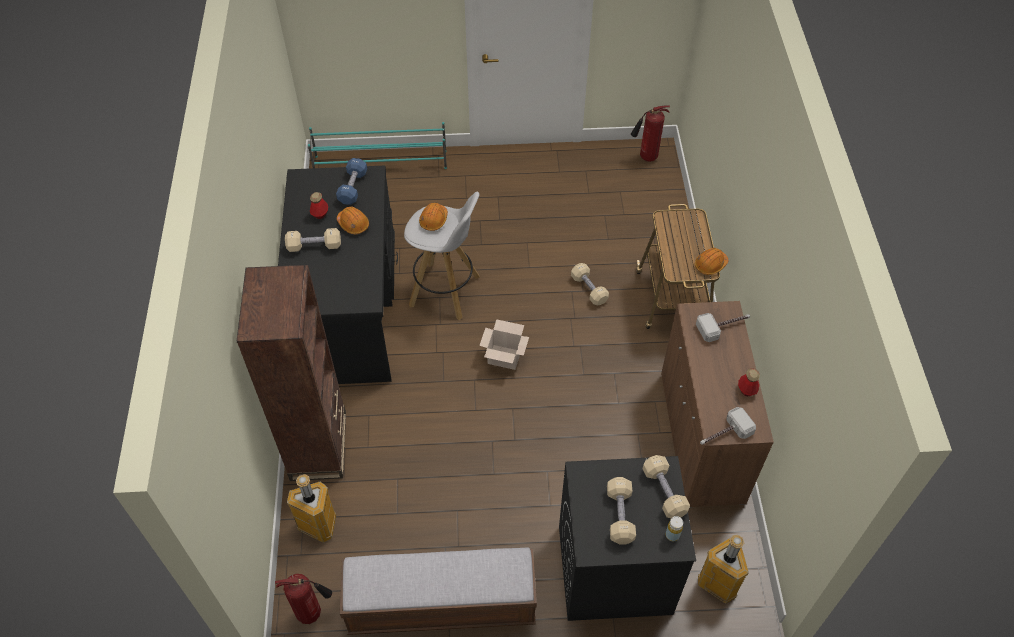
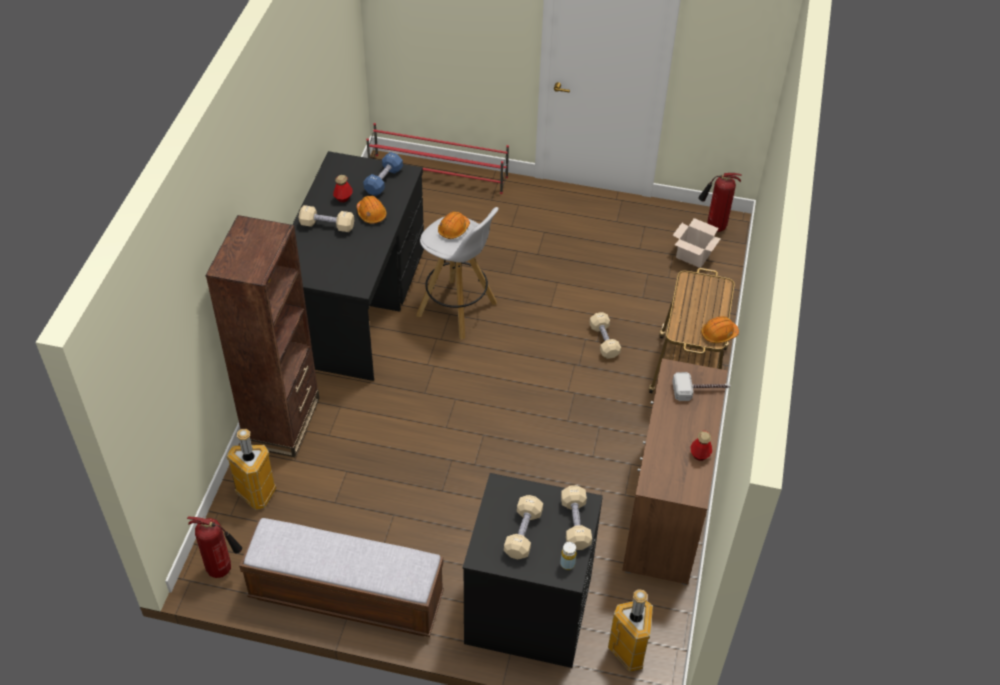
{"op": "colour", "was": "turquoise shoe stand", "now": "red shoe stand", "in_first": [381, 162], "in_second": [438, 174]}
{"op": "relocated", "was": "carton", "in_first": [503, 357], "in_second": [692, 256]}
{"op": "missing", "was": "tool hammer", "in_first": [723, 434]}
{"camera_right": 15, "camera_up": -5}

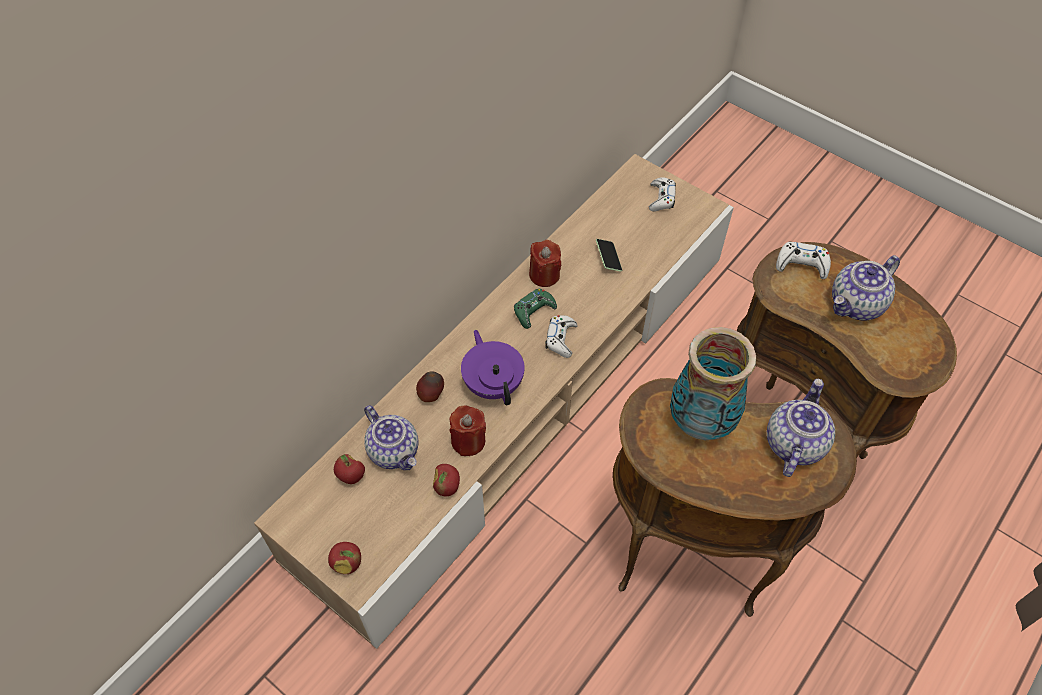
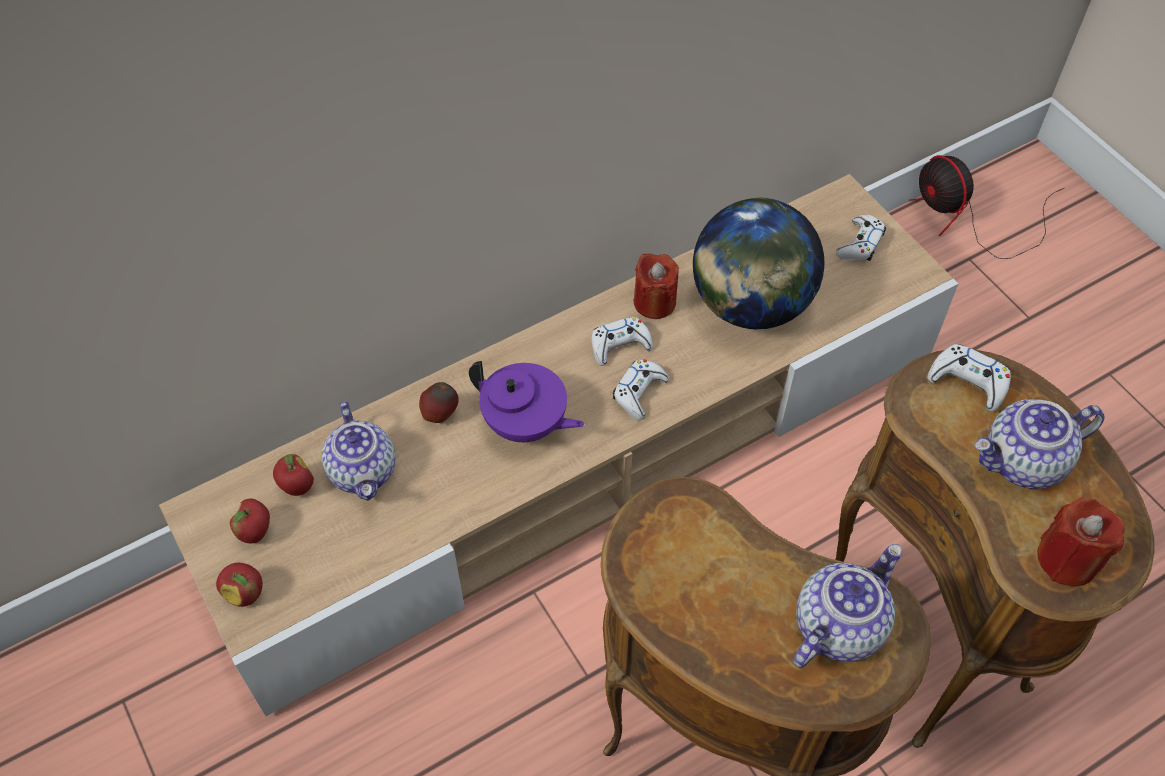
{"op": "relocated", "was": "apple", "in_first": [447, 487], "in_second": [255, 532]}
{"op": "relocated", "was": "red wax light", "in_first": [468, 441], "in_second": [1067, 559]}
{"op": "spun", "was": "purple teapot", "in_first": [493, 384], "in_second": [525, 424], "clockwise": 120}
{"op": "colour", "was": "green-coloured joypad", "now": "white joypad", "in_first": [534, 311], "in_second": [619, 345]}
{"op": "exchanged", "was": "handset", "now": "world globe", "in_first": [608, 259], "in_second": [750, 305]}
{"op": "missing", "was": "vase", "in_first": [701, 423]}
{"op": "appeared", "now": "fan", "in_second": [967, 219]}
{"camera_right": 20, "camera_up": 0}

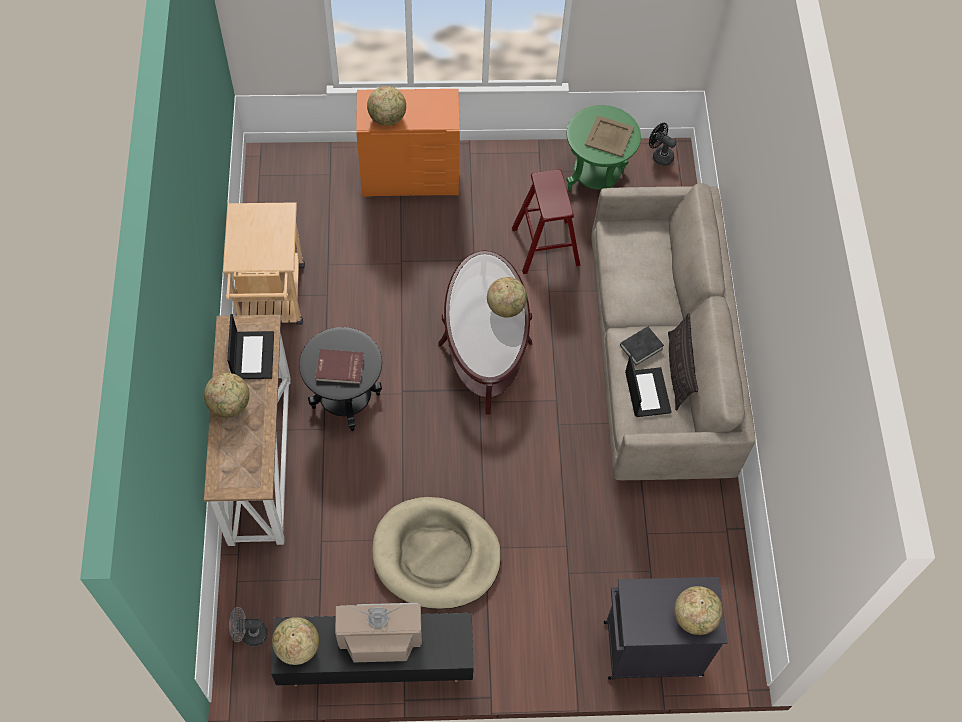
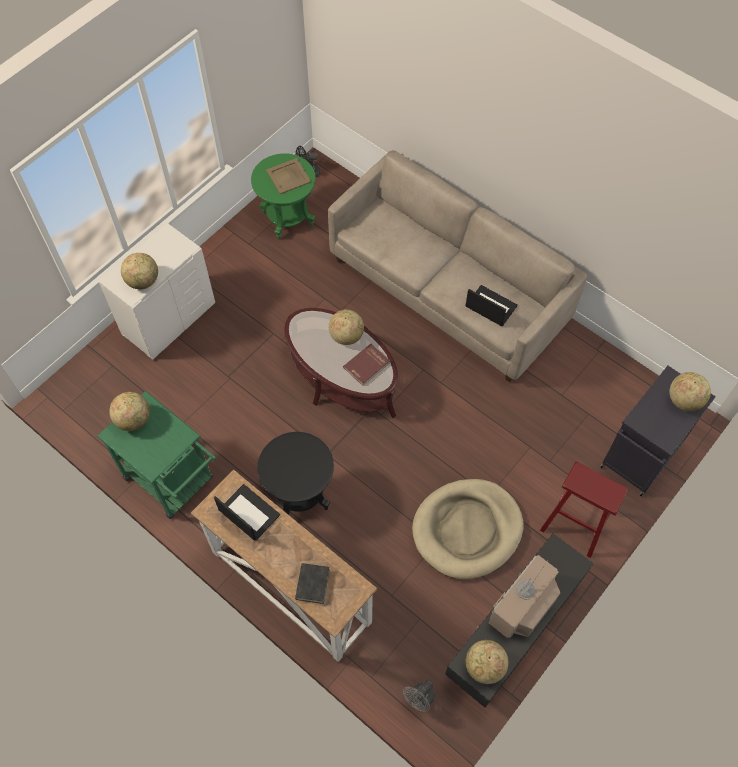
{"op": "relocated", "was": "world globe", "in_first": [230, 405], "in_second": [134, 419]}
{"op": "colour", "was": "beige-coloured cart", "now": "green-coloured cart", "in_first": [271, 302], "in_second": [174, 482]}
{"op": "relocated", "was": "red bound book", "in_first": [340, 368], "in_second": [367, 366]}
{"op": "colour", "was": "orange-coloured dresser", "now": "white dresser", "in_first": [410, 175], "in_second": [168, 318]}
{"op": "relocated", "was": "red stool", "in_first": [545, 246], "in_second": [577, 520]}
{"op": "relocated", "was": "blackish bound book", "in_first": [641, 347], "in_second": [312, 584]}
{"op": "missing", "was": "pillow", "in_first": [678, 371]}
{"camera_right": -45, "camera_up": 0}

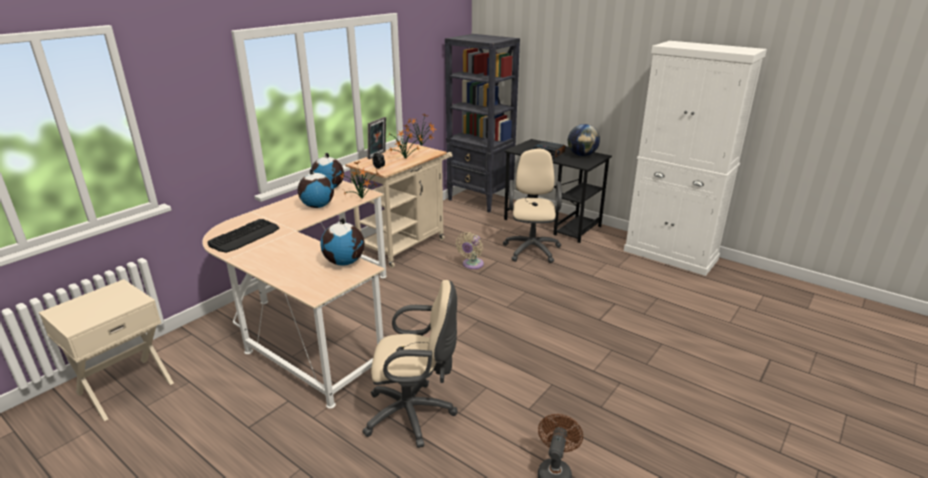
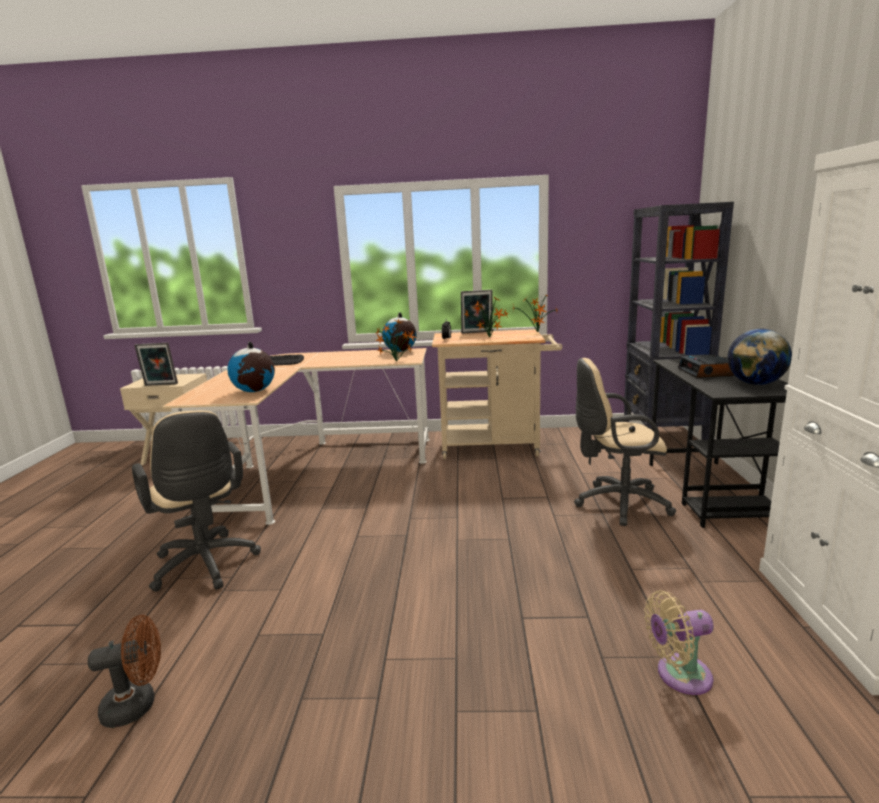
{"op": "missing", "was": "world globe", "in_first": [317, 206]}
{"op": "relocated", "was": "beige-coloured fan", "in_first": [472, 265], "in_second": [678, 675]}
{"op": "spun", "was": "beige-coloured office chair", "in_first": [532, 248], "in_second": [617, 504], "clockwise": -150}
{"op": "appeared", "now": "standing frame", "in_second": [160, 385]}
{"camera_right": 55, "camera_up": -10}

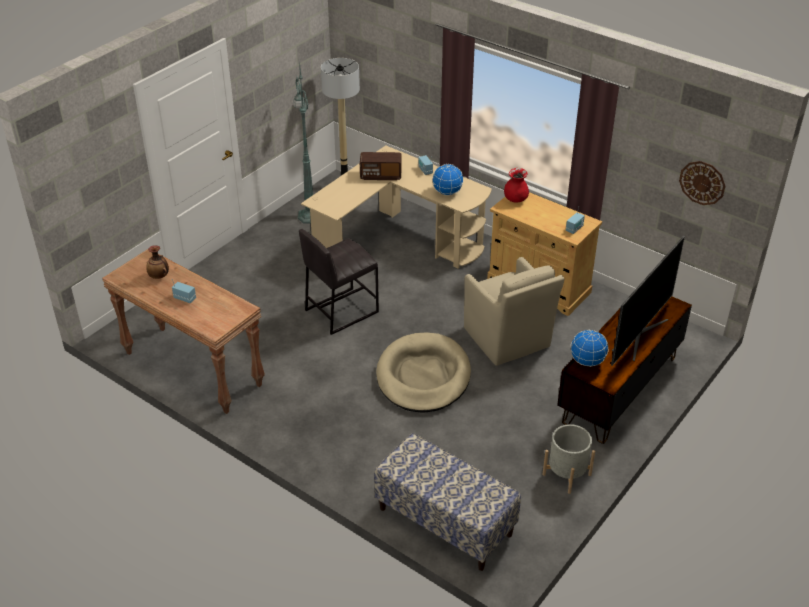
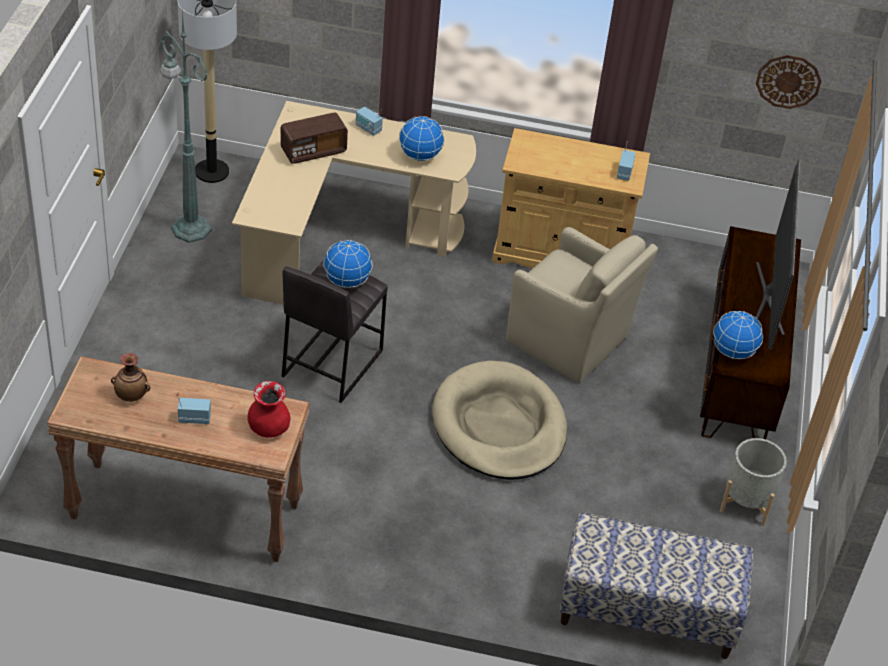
{"op": "relocated", "was": "red vase", "in_first": [515, 199], "in_second": [268, 428]}
{"op": "appeared", "now": "world globe", "in_second": [346, 281]}
{"camera_right": -30, "camera_up": 5}

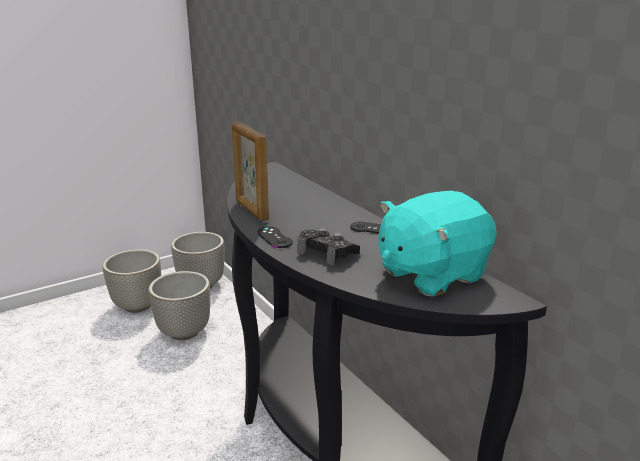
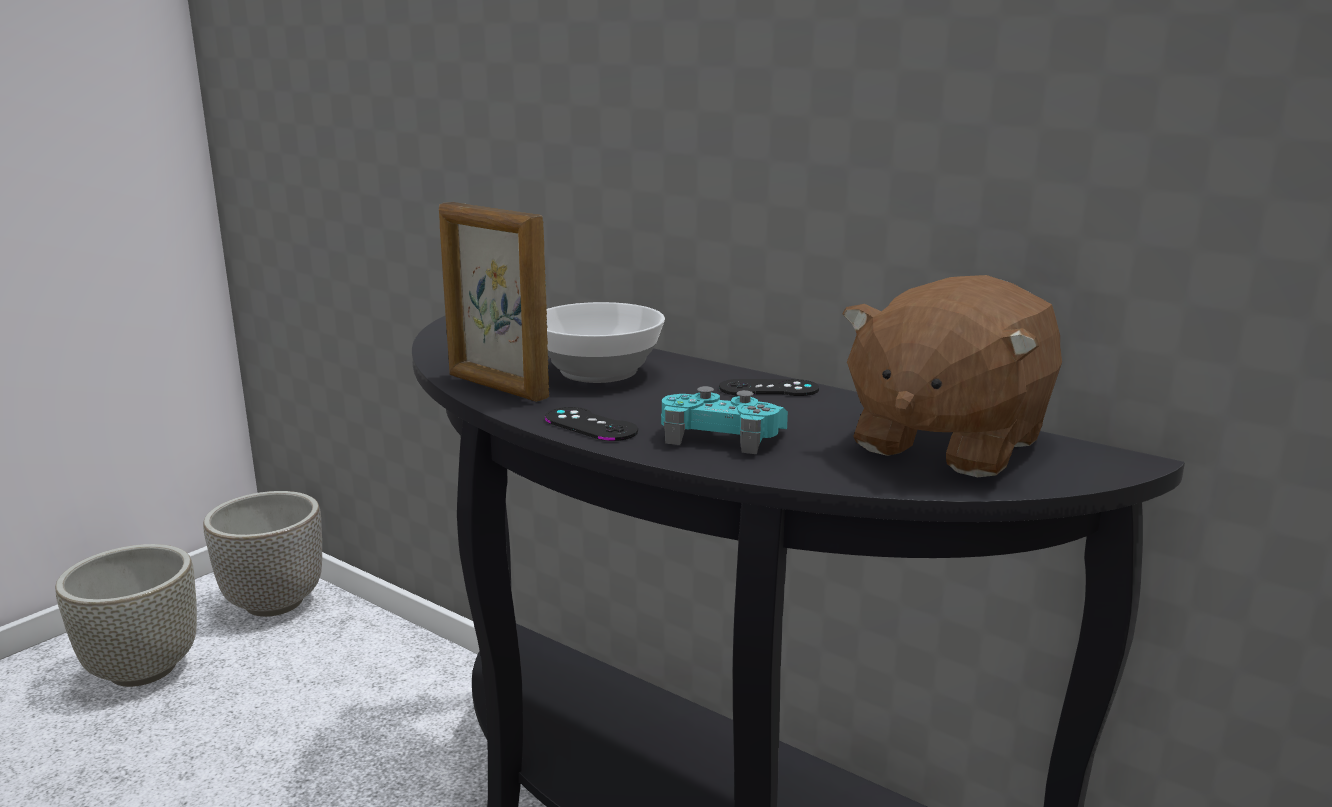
{"op": "missing", "was": "plant pot", "in_first": [185, 332]}
{"op": "colour", "was": "blackish joypad", "now": "turquoise joypad", "in_first": [327, 253], "in_second": [722, 436]}
{"op": "colour", "was": "turquoise soft toy", "now": "brownish soft toy", "in_first": [431, 274], "in_second": [946, 442]}
{"op": "appeared", "now": "serving bowl", "in_second": [600, 371]}
{"camera_right": -20, "camera_up": -5}

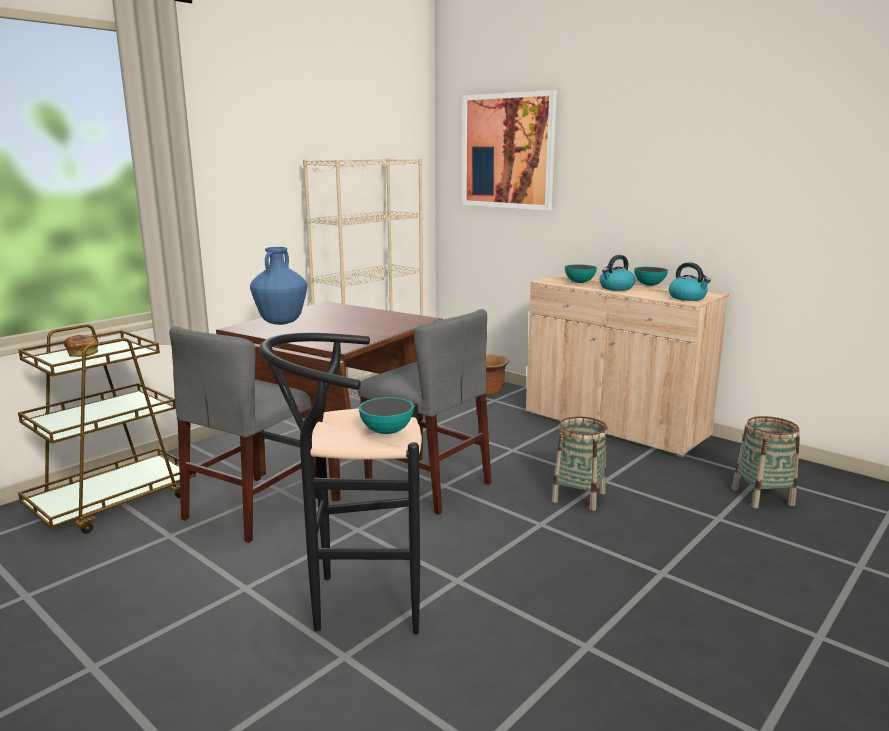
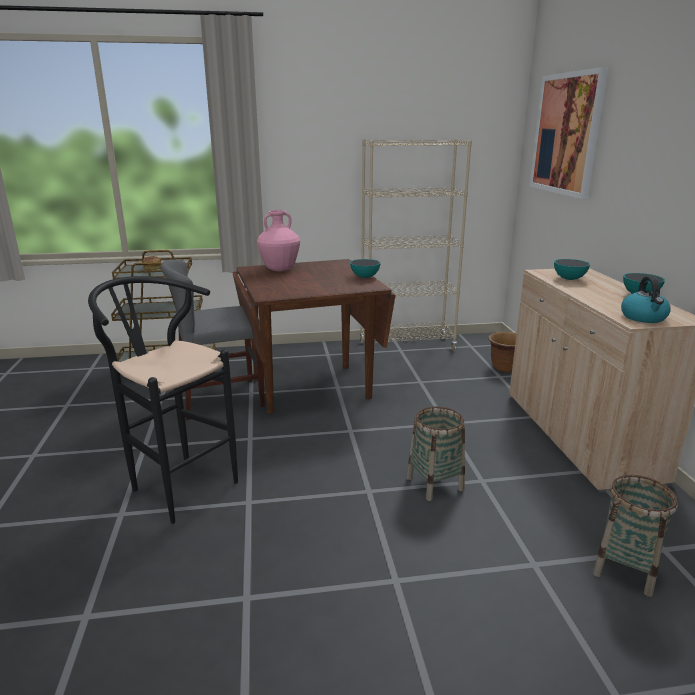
{"op": "colour", "was": "blue vase", "now": "pink vase", "in_first": [281, 322], "in_second": [280, 270]}
{"op": "missing", "was": "grey upright chair", "in_first": [427, 483]}
{"op": "relocated", "was": "serving bowl", "in_first": [386, 432], "in_second": [365, 277]}
{"op": "missing", "was": "tea kettle", "in_first": [616, 288]}
{"camera_right": 40, "camera_up": 5}

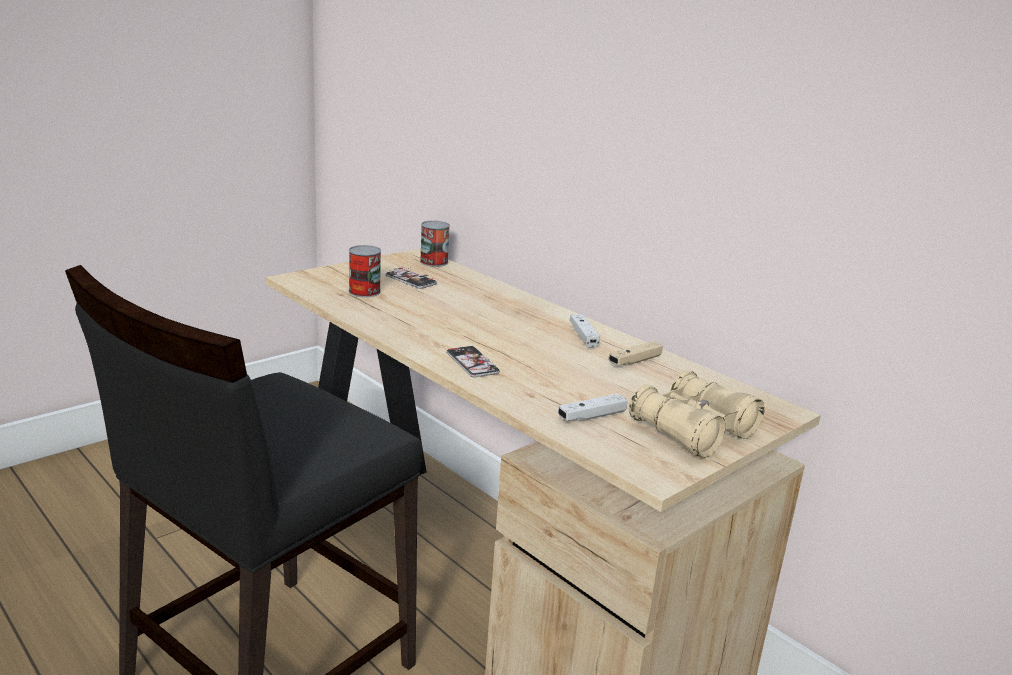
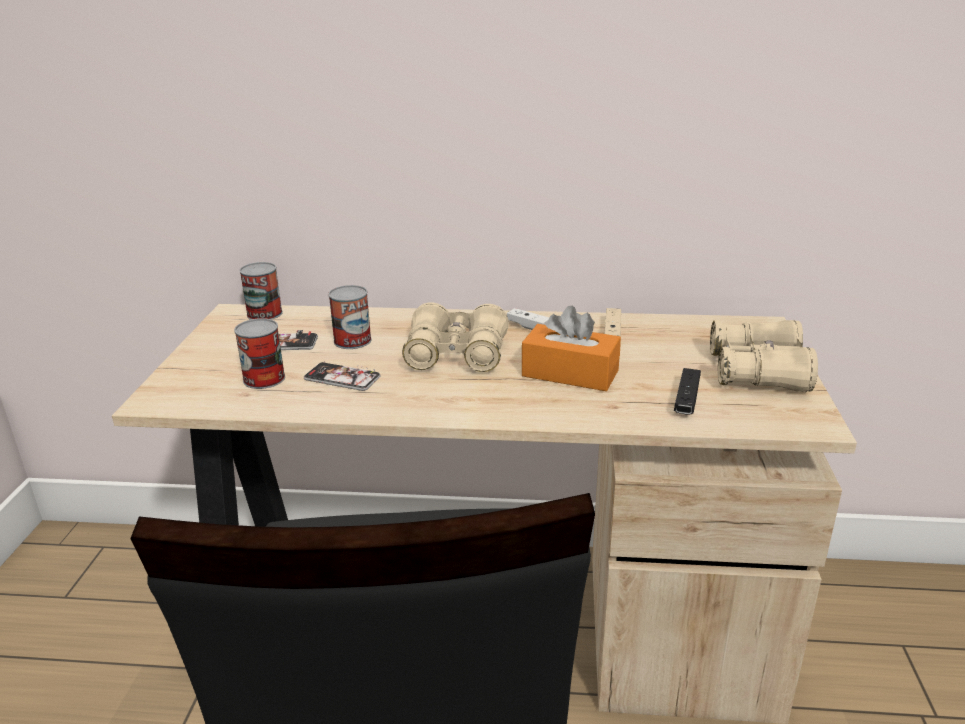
{"op": "relocated", "was": "handset", "in_first": [472, 363], "in_second": [342, 378]}
{"op": "colour", "was": "white joypad", "now": "blackish joypad", "in_first": [591, 416], "in_second": [686, 400]}
{"op": "appeared", "now": "metal can", "in_second": [352, 340]}
{"op": "appeared", "now": "beige-coloured pair of binoculars", "in_second": [456, 355]}
{"op": "appeared", "now": "orange-coloured tissue box", "in_second": [570, 373]}
{"camera_right": -40, "camera_up": 5}

